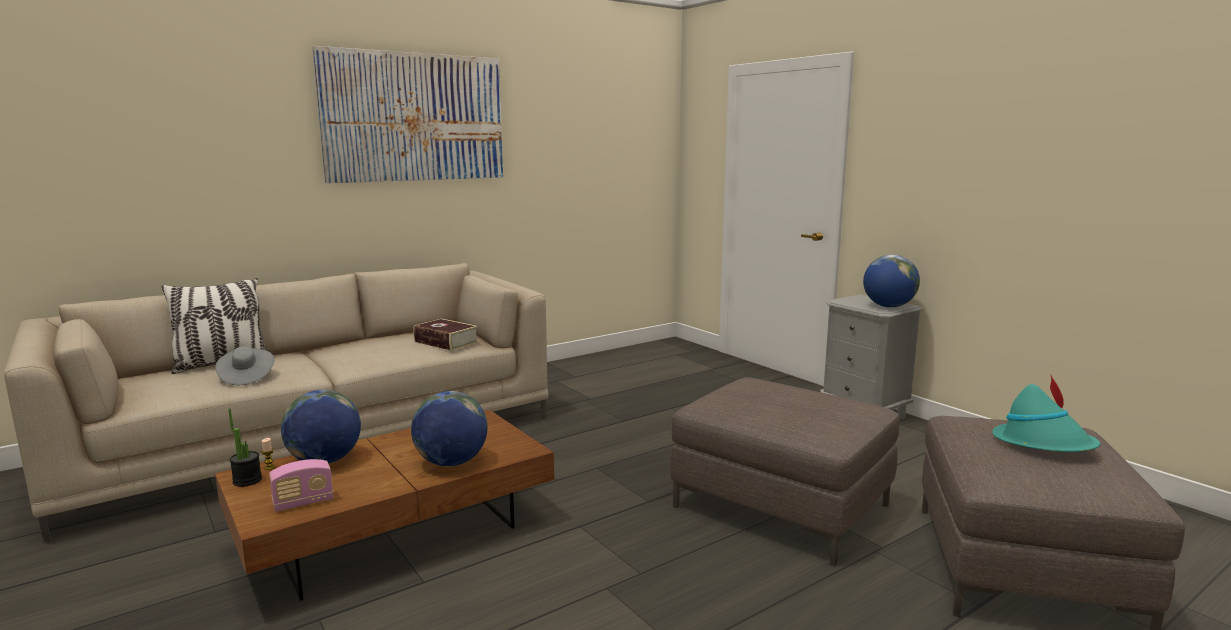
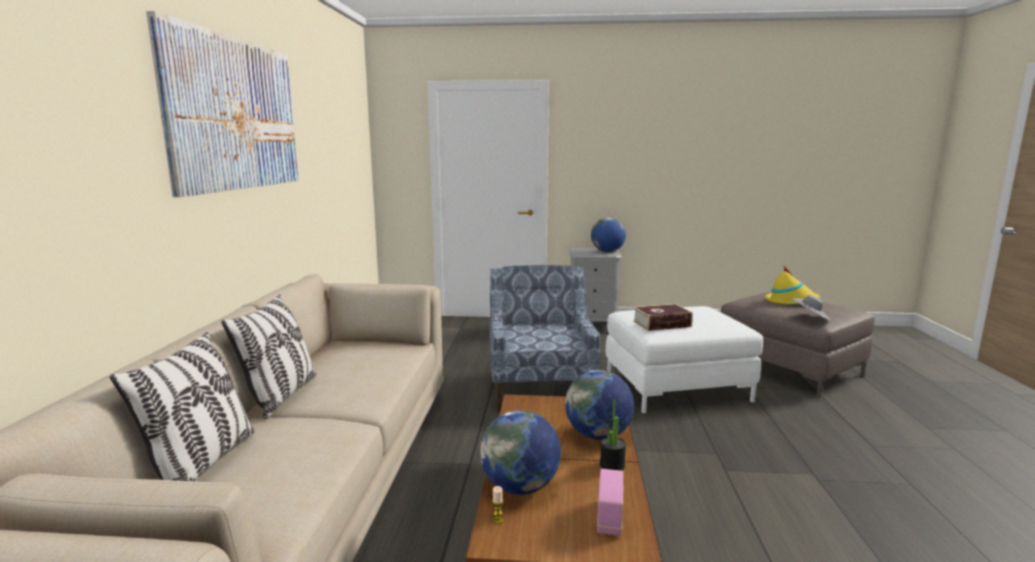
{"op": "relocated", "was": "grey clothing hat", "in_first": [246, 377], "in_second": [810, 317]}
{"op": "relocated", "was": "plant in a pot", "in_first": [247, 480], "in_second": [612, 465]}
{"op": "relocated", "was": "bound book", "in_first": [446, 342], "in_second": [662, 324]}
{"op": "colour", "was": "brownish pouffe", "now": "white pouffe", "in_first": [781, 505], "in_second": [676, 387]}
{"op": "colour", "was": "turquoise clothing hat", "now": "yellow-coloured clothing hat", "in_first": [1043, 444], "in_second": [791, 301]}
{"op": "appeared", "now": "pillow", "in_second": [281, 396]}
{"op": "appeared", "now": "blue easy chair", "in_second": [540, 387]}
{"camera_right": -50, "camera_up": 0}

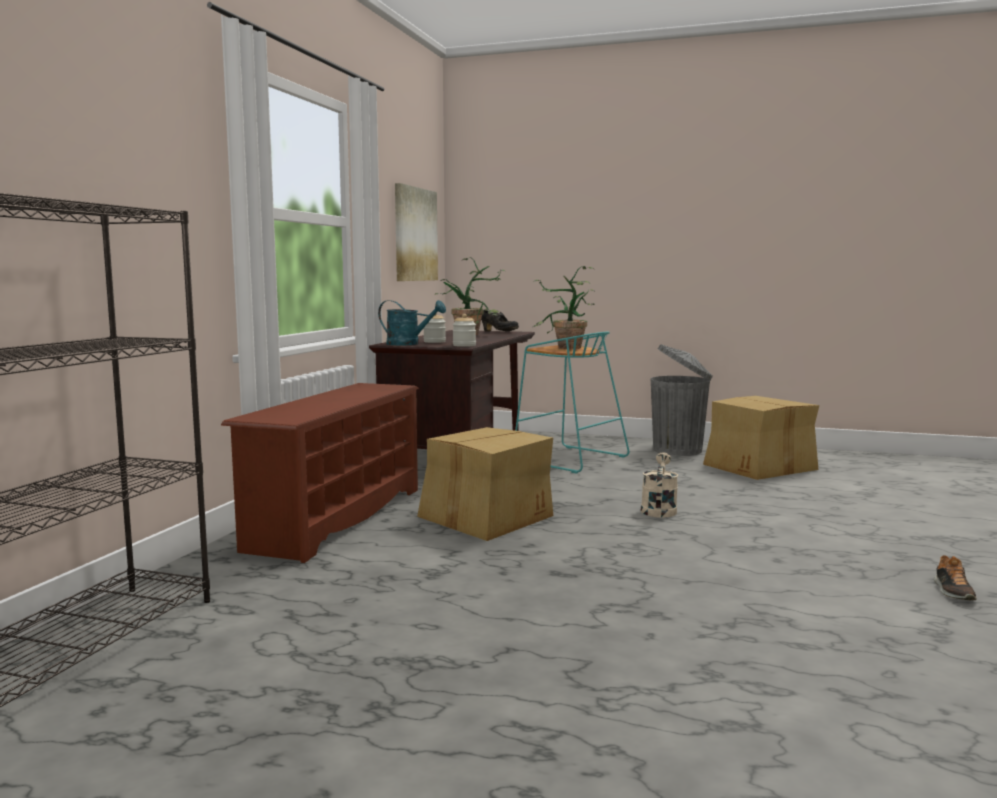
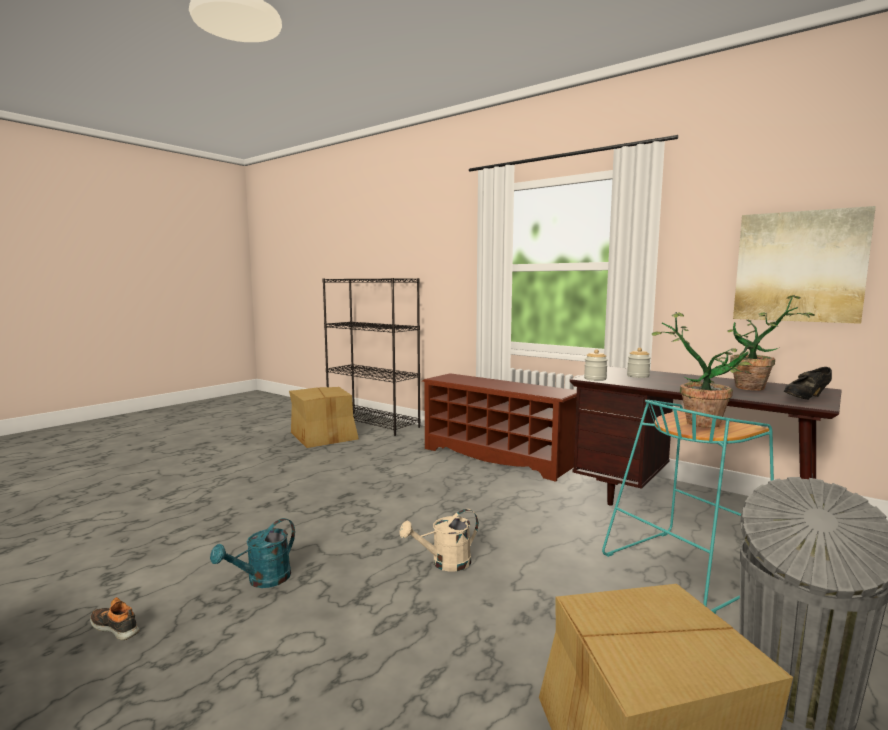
{"op": "relocated", "was": "turquoise watering pot", "in_first": [409, 344], "in_second": [262, 580]}
{"op": "relocated", "was": "carton", "in_first": [486, 518], "in_second": [324, 436]}
{"op": "spun", "was": "beige-coloured watering pot", "in_first": [659, 509], "in_second": [444, 563], "clockwise": 120}
{"camera_right": 110, "camera_up": 0}

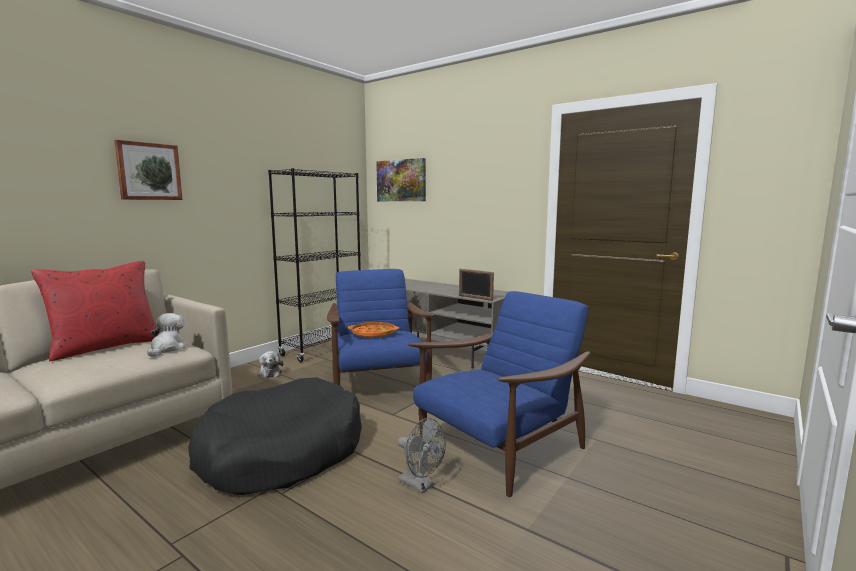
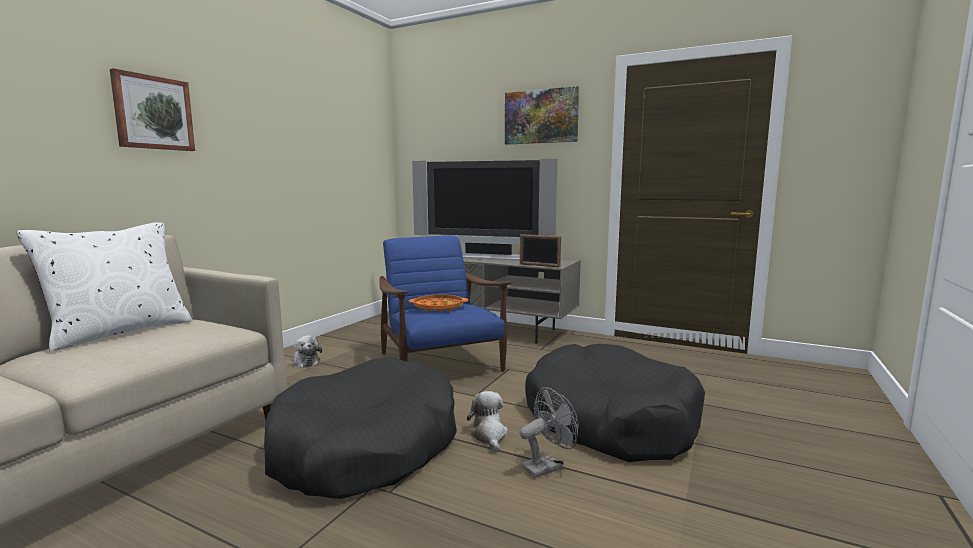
{"op": "colour", "was": "red pillow", "now": "white pillow", "in_first": [106, 347], "in_second": [119, 332]}
{"op": "relocated", "was": "soft toy", "in_first": [167, 349], "in_second": [489, 435]}
{"op": "missing", "was": "blackish bookcase", "in_first": [322, 348]}
{"op": "relocated", "was": "wall picture", "in_first": [401, 180], "in_second": [541, 116]}
{"op": "spun", "was": "grey fan", "in_first": [421, 485], "in_second": [547, 466], "clockwise": -60}
{"op": "exchanged", "was": "blue easy chair", "now": "blackish dog cushion", "in_first": [499, 447], "in_second": [609, 419]}
{"op": "appeared", "now": "TV set", "in_second": [485, 257]}
{"camera_right": -10, "camera_up": 0}

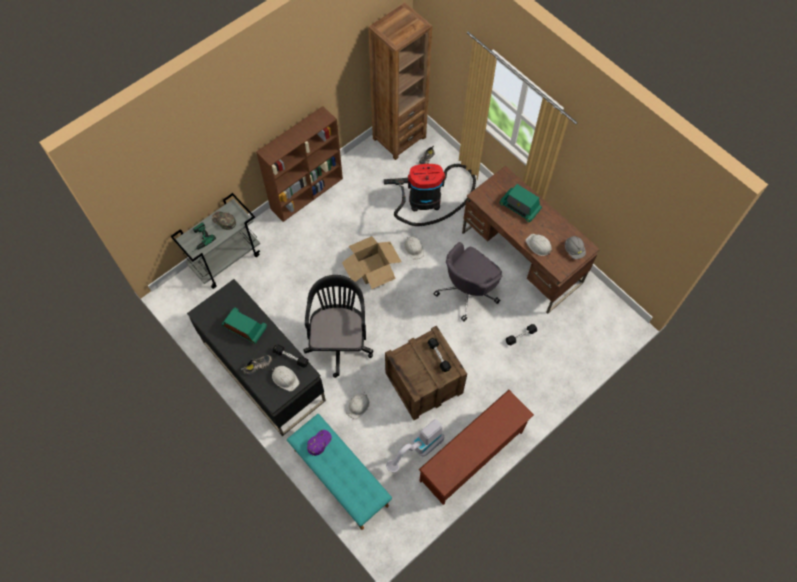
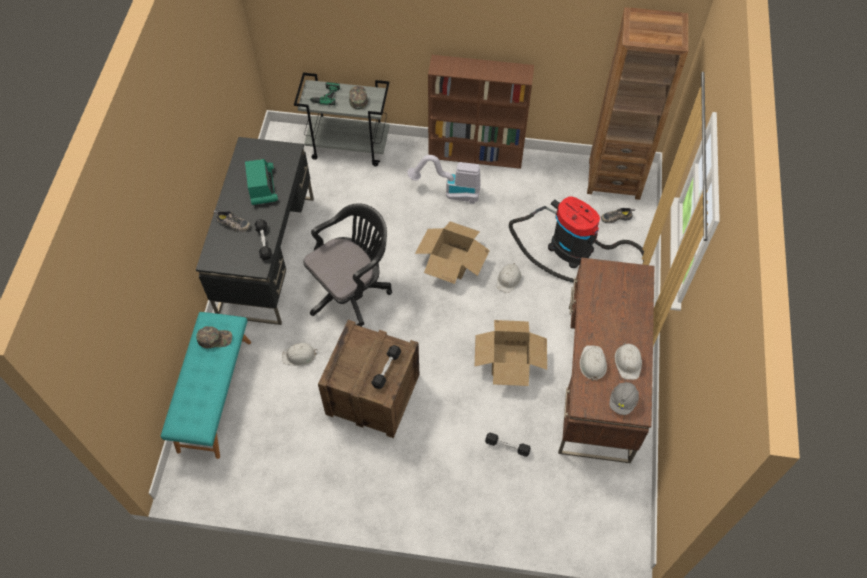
{"op": "relocated", "was": "white work helmet", "in_first": [285, 378], "in_second": [628, 362]}
{"op": "colour", "was": "purple baseball cap", "now": "green-coloured baseball cap", "in_first": [319, 442], "in_second": [215, 338]}
{"op": "relocated", "was": "hoover", "in_first": [418, 449], "in_second": [450, 192]}
{"op": "missing", "was": "brownish shoe stand", "in_first": [472, 457]}
{"op": "exchanged", "was": "grey office chair", "now": "carton", "in_first": [467, 291], "in_second": [509, 360]}
{"op": "missing", "was": "radio receiver", "in_first": [520, 207]}
{"camera_right": 50, "camera_up": -5}

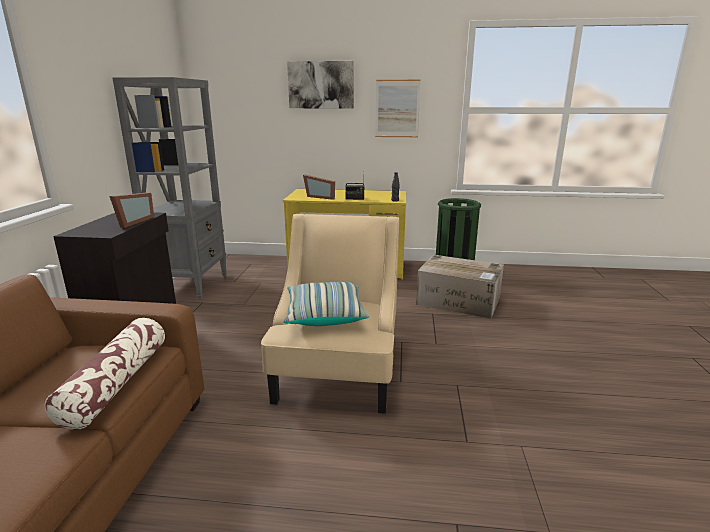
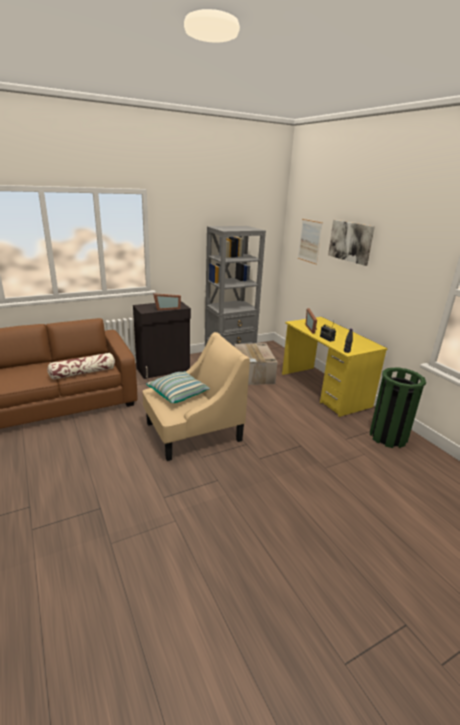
{"op": "relocated", "was": "wall picture", "in_first": [397, 109], "in_second": [309, 241]}
{"op": "relocated", "was": "carton", "in_first": [459, 301], "in_second": [253, 373]}
{"camera_right": 55, "camera_up": 5}

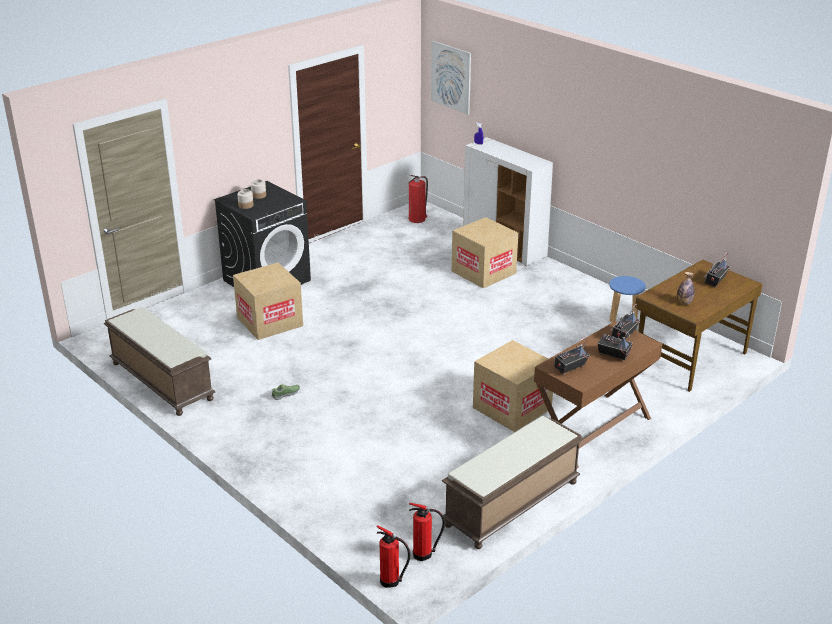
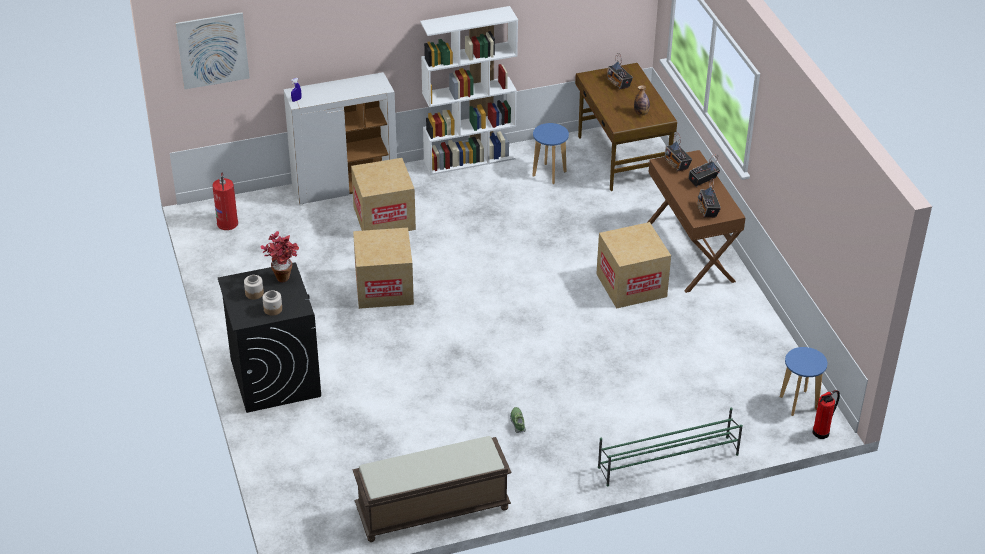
{"op": "relocated", "was": "carton", "in_first": [270, 321], "in_second": [384, 288]}
{"op": "exchanged", "was": "fire-fighting cylinder", "now": "blue stool", "in_first": [424, 554], "in_second": [799, 403]}
{"op": "missing", "was": "brownish bench", "in_first": [512, 504]}
{"op": "appeared", "now": "plant in a pot", "in_second": [282, 275]}
{"op": "appeared", "now": "white bookcase", "in_second": [469, 159]}
{"op": "appeared", "now": "green-coloured shoe stand", "in_second": [667, 461]}
{"camera_right": -65, "camera_up": 10}

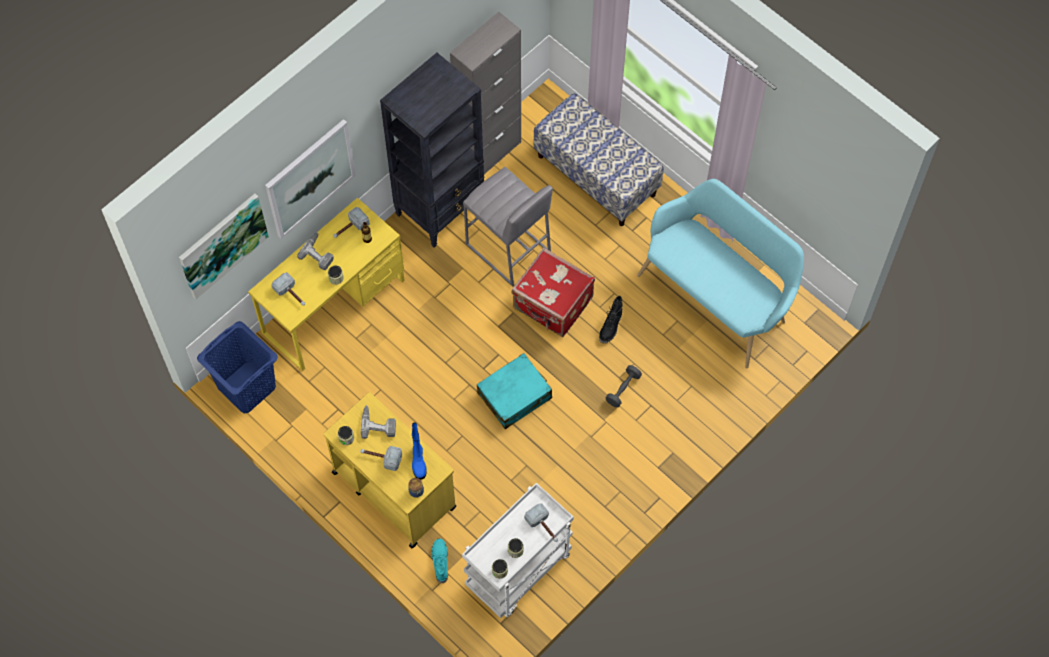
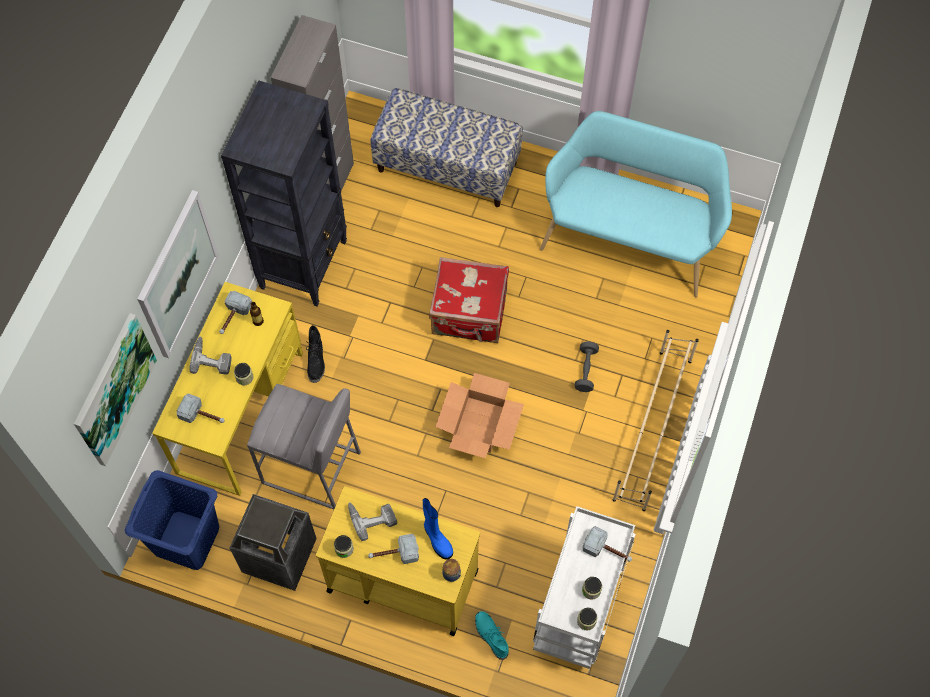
{"op": "relocated", "was": "grey stool", "in_first": [508, 249], "in_second": [311, 469]}
{"op": "exchanged", "was": "turquoise travel case", "now": "carton", "in_first": [515, 396], "in_second": [479, 424]}
{"op": "relocated", "was": "blackish high-top boot", "in_first": [611, 327], "in_second": [316, 362]}
{"op": "appeared", "now": "trash can", "in_second": [279, 556]}
{"op": "appeared", "now": "beige-coloured shoe stand", "in_second": [652, 429]}
{"camera_right": -25, "camera_up": 0}

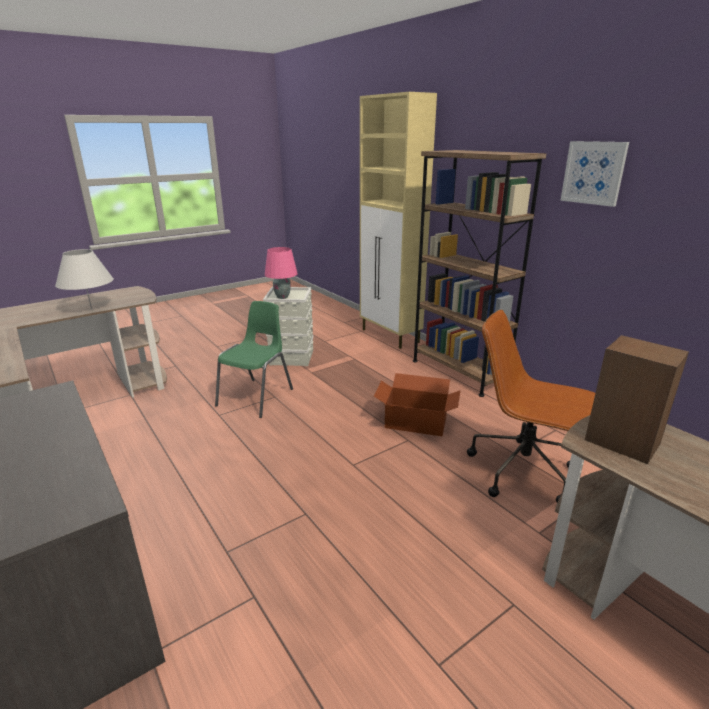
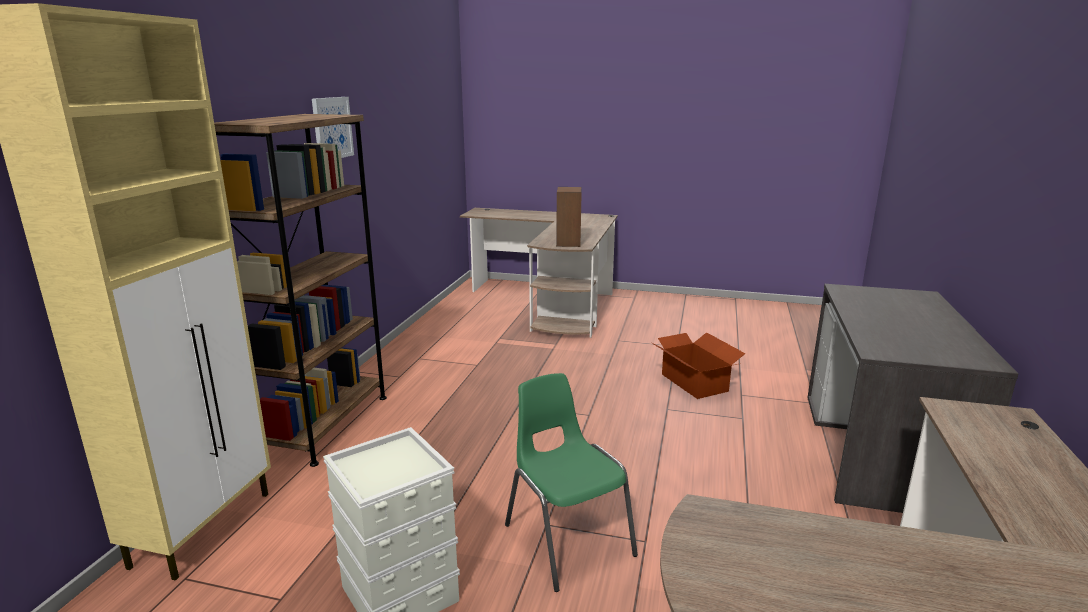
{"op": "missing", "was": "white lamp for a table", "in_first": [91, 309]}
{"op": "spun", "was": "green-coloured upright chair", "in_first": [257, 397], "in_second": [567, 539], "clockwise": 75}
{"op": "missing", "was": "pink lamp for a table", "in_first": [283, 297]}
{"op": "relocated", "was": "carton", "in_first": [416, 423], "in_second": [694, 382]}
{"op": "missing", "was": "brownish office chair", "in_first": [524, 471]}
{"camera_right": -130, "camera_up": -5}

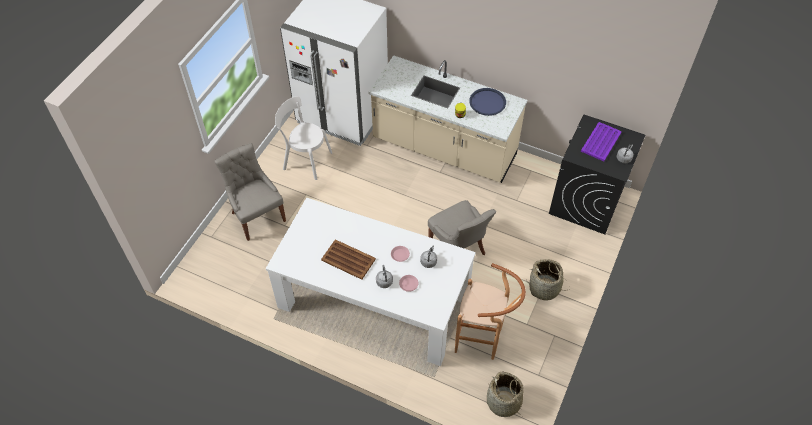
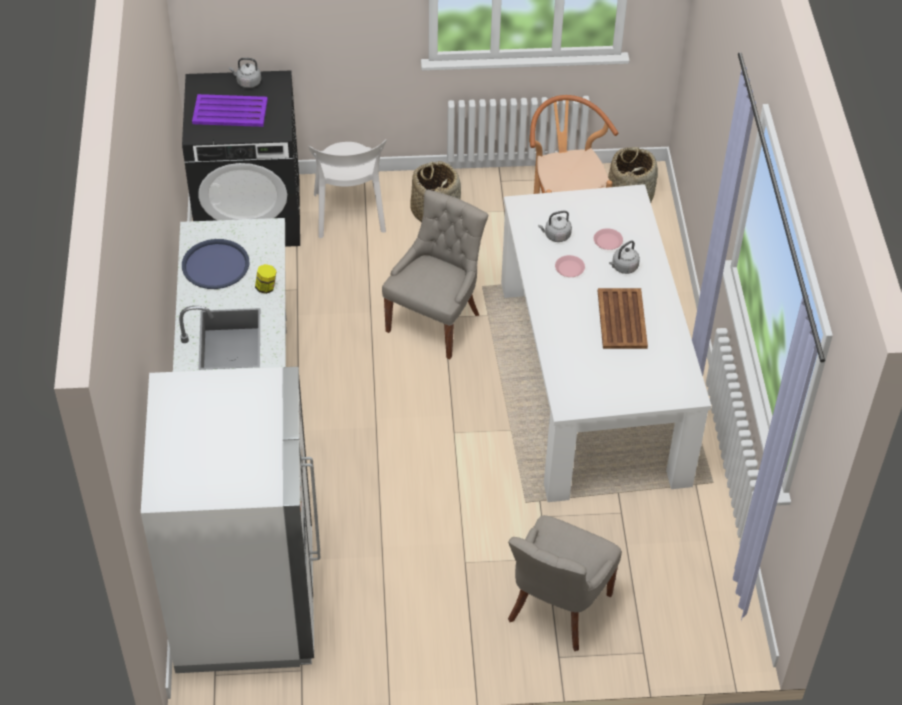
{"op": "relocated", "was": "white upright chair", "in_first": [305, 160], "in_second": [349, 215]}
{"camera_right": -120, "camera_up": -5}

